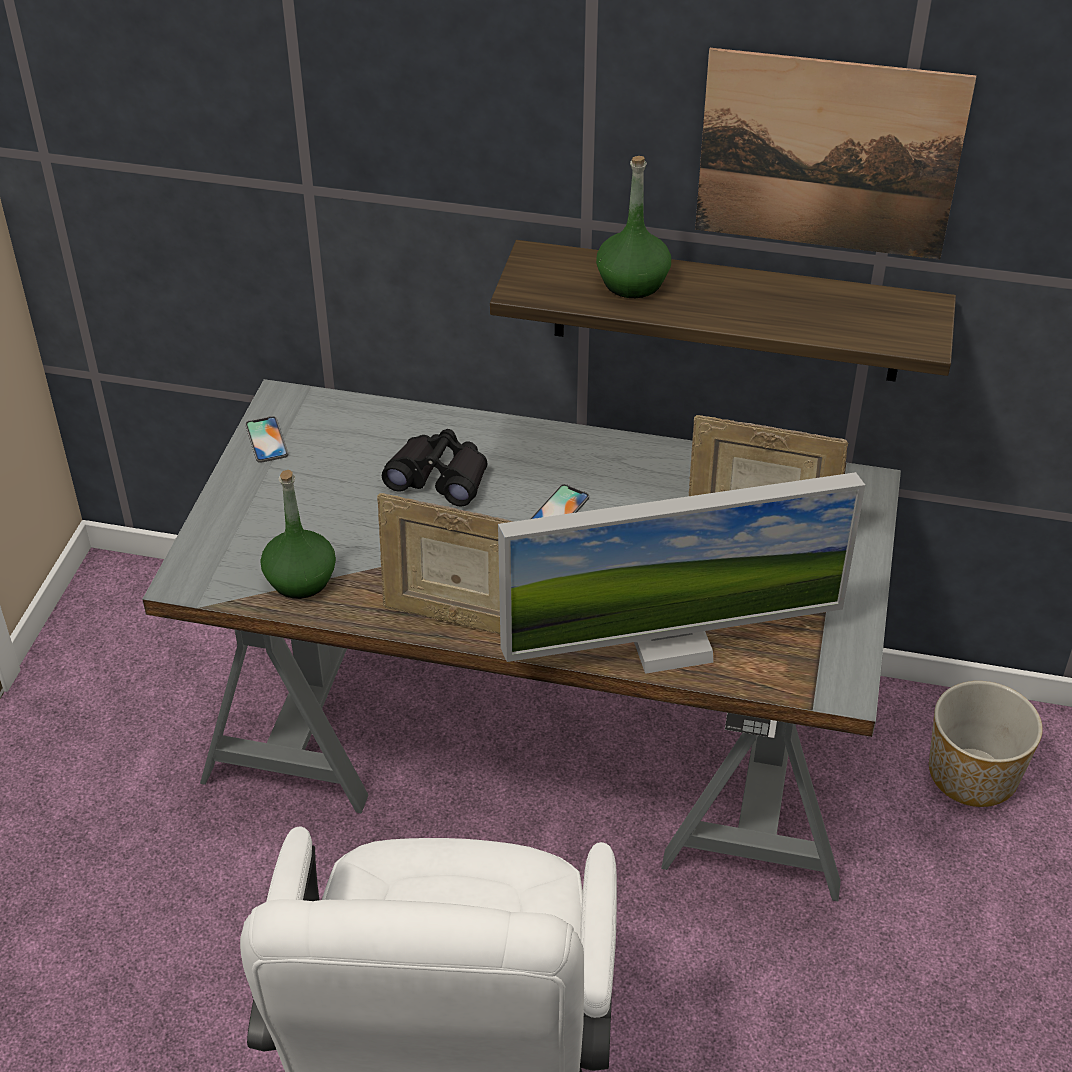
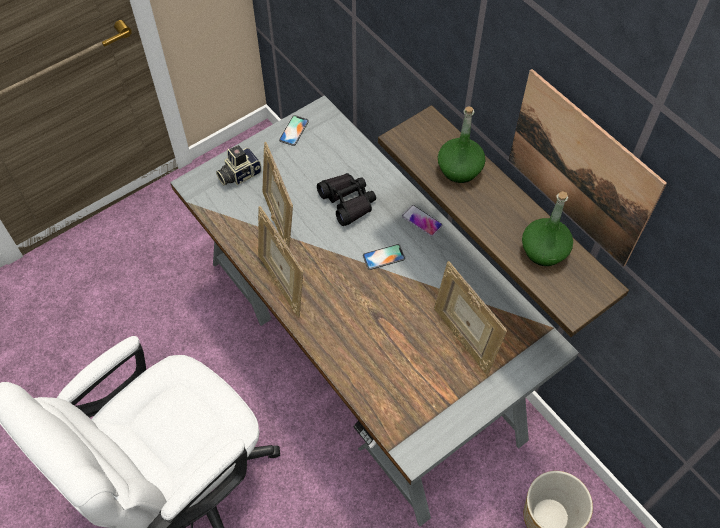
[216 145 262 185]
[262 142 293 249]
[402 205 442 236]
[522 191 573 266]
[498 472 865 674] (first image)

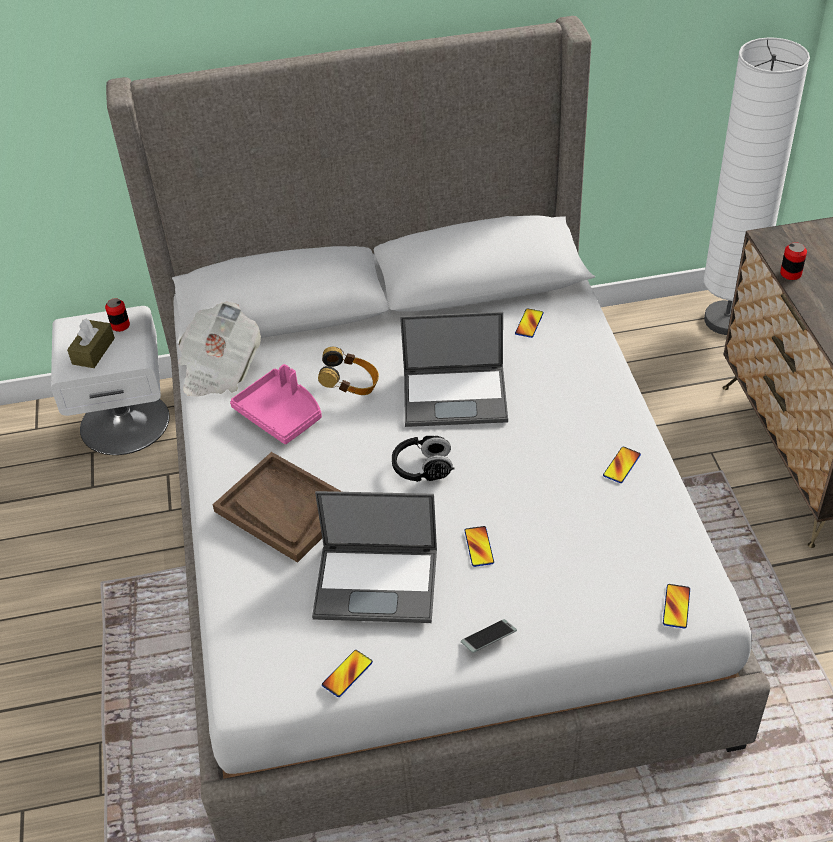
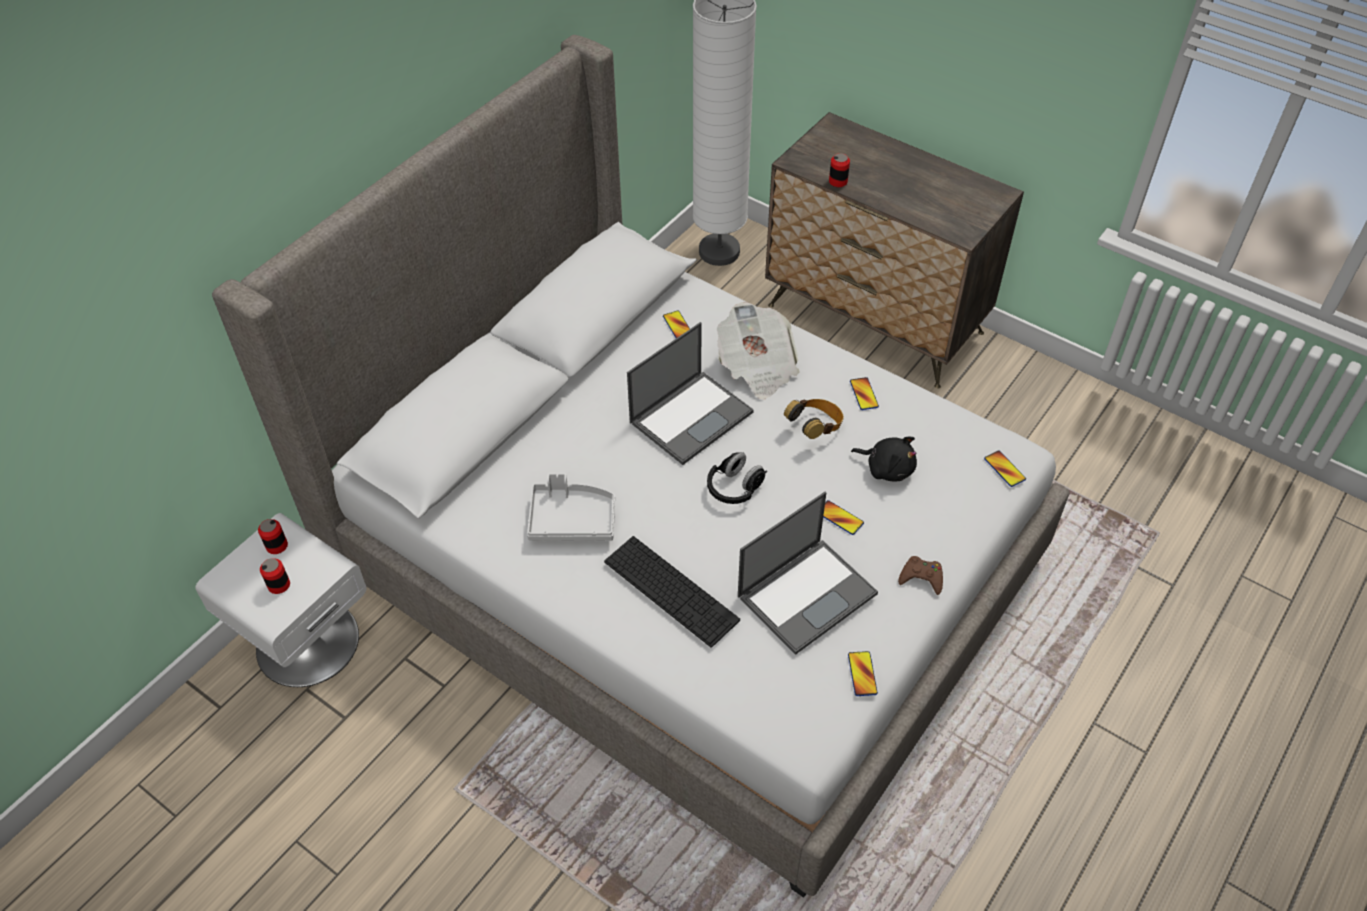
[260 558 290 594]
[527 473 615 541]
[604 536 740 648]
[717 302 799 400]
[784 399 844 439]
[851 437 917 481]
[898 556 943 595]

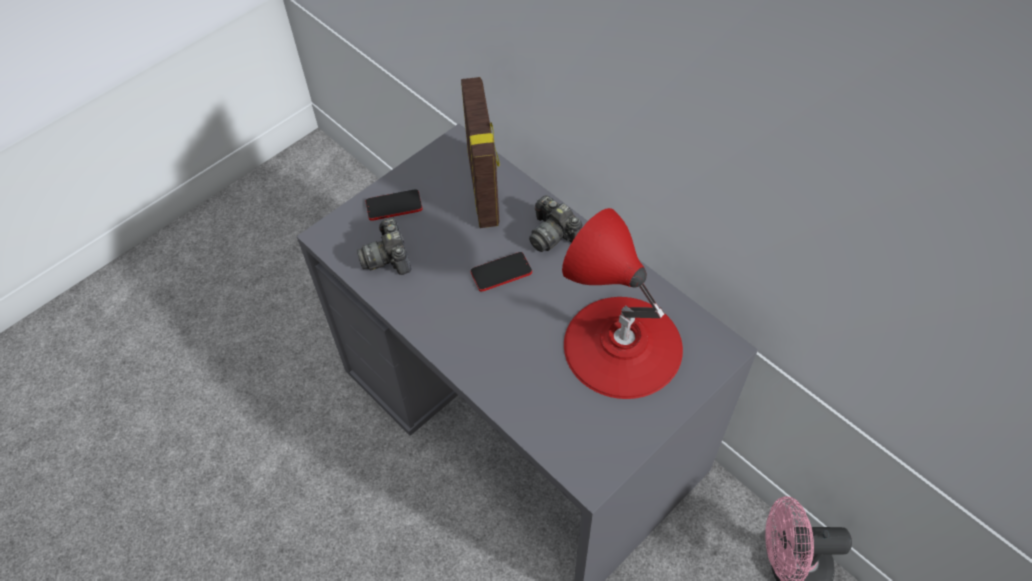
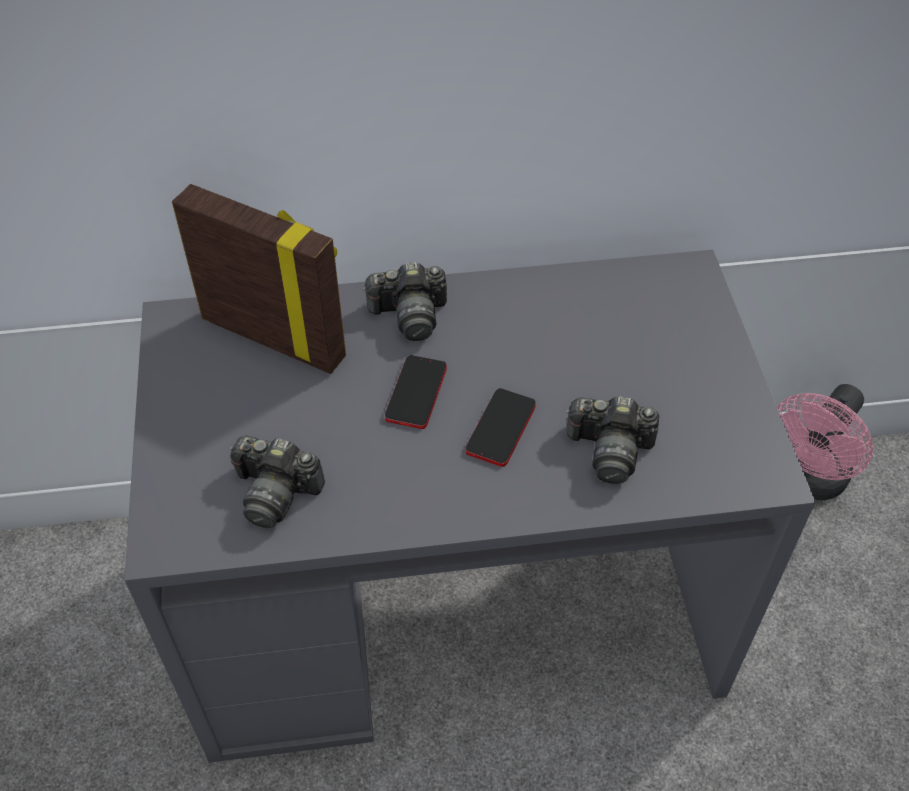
[465 388 536 467]
[565 396 659 484]
[562 208 683 399] (first image)

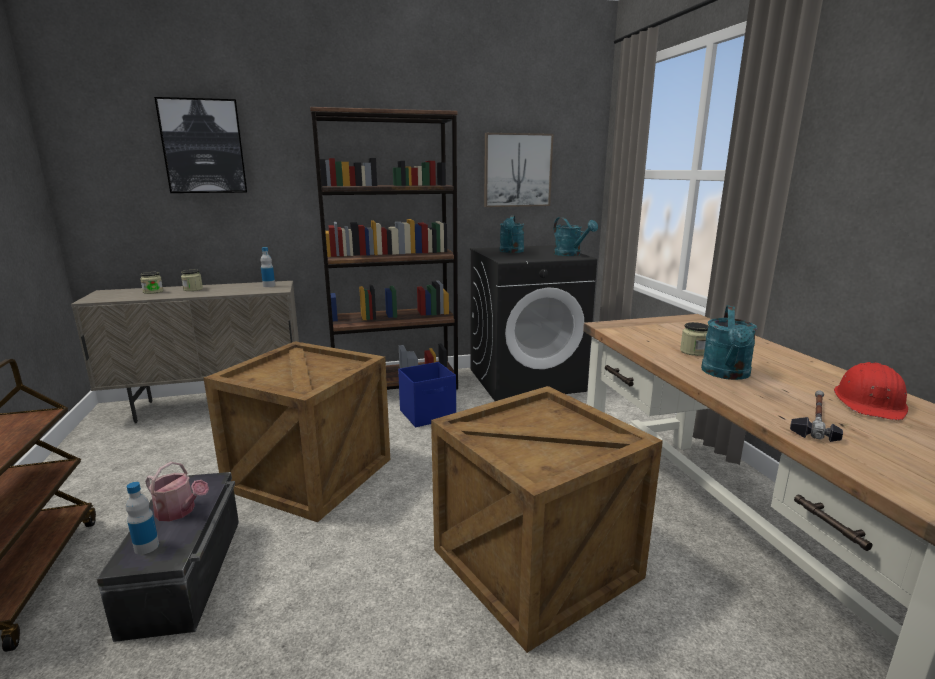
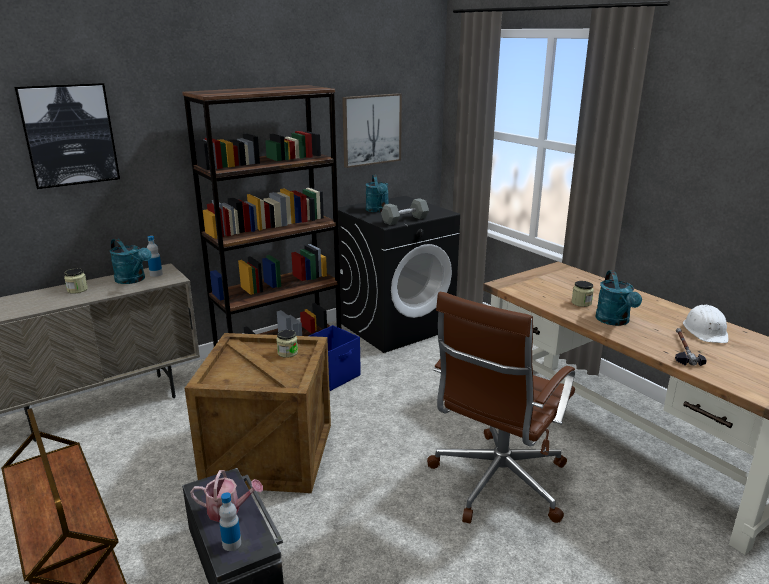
[110 238 152 284]
[276 330 298 358]
[381 198 429 225]
[427 291 575 523]
[683 305 728 343]

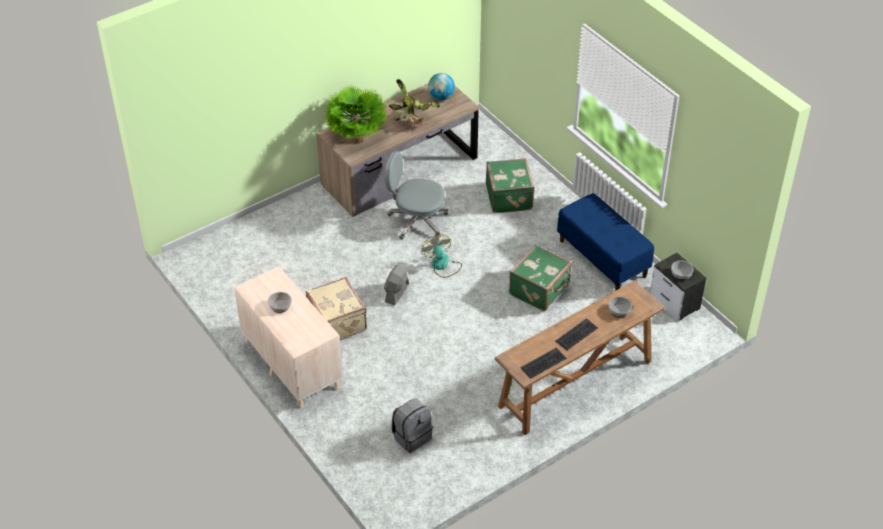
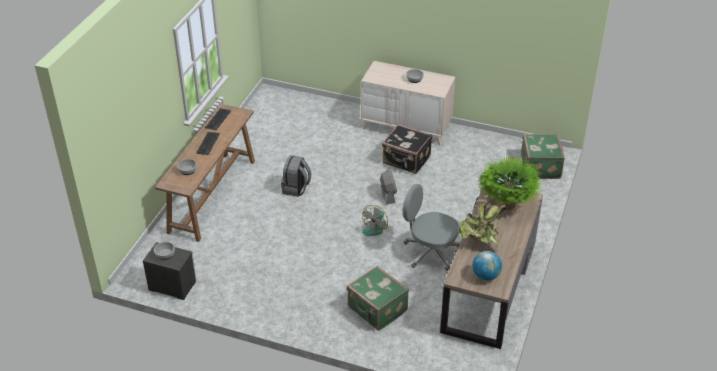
[281 155 311 197]
[362 205 388 236]
[382 124 432 174]
[403 184 460 271]
[521 134 565 179]
[557 193 654 291] (first image)

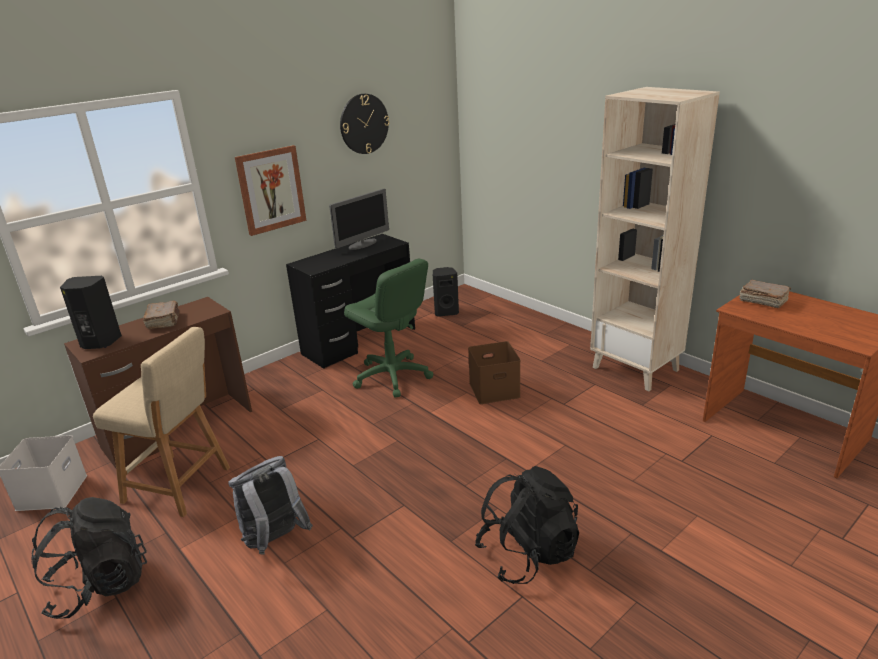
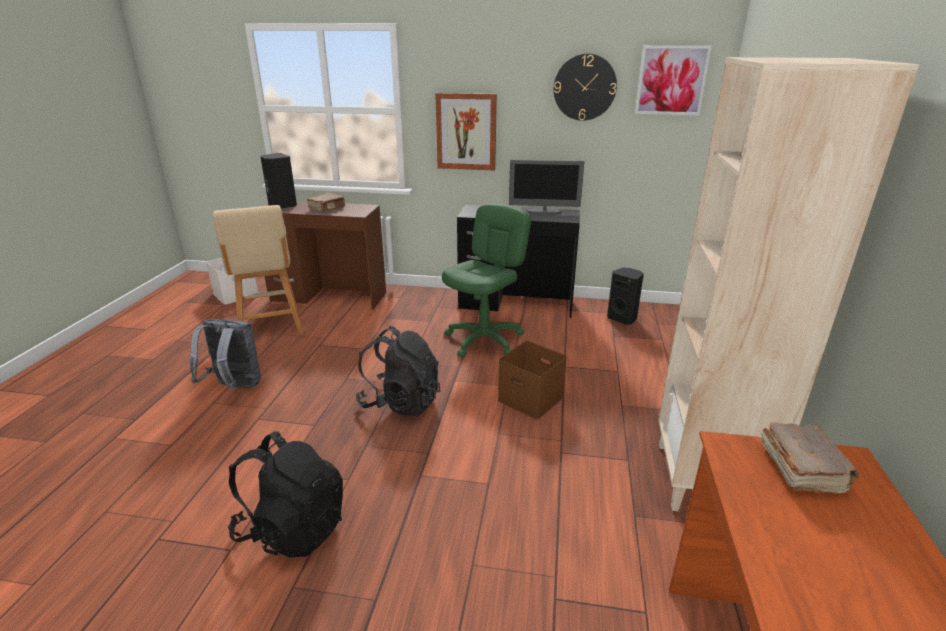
[356 326 440 416]
[442 203 531 357]
[635 45 712 115]

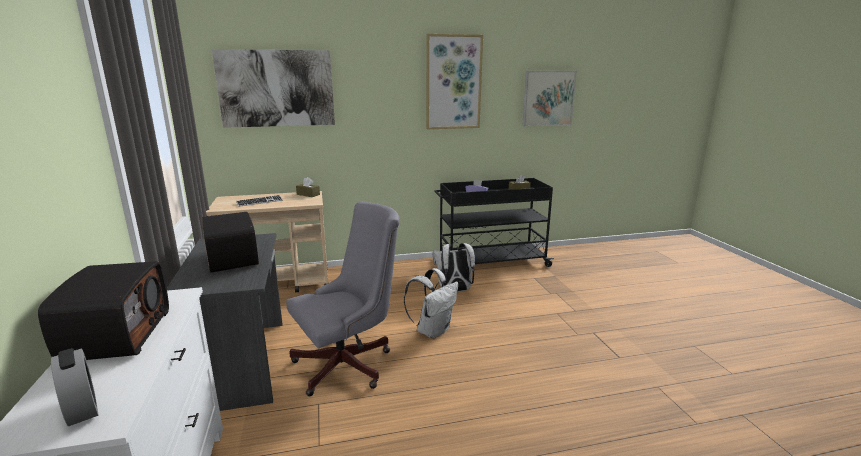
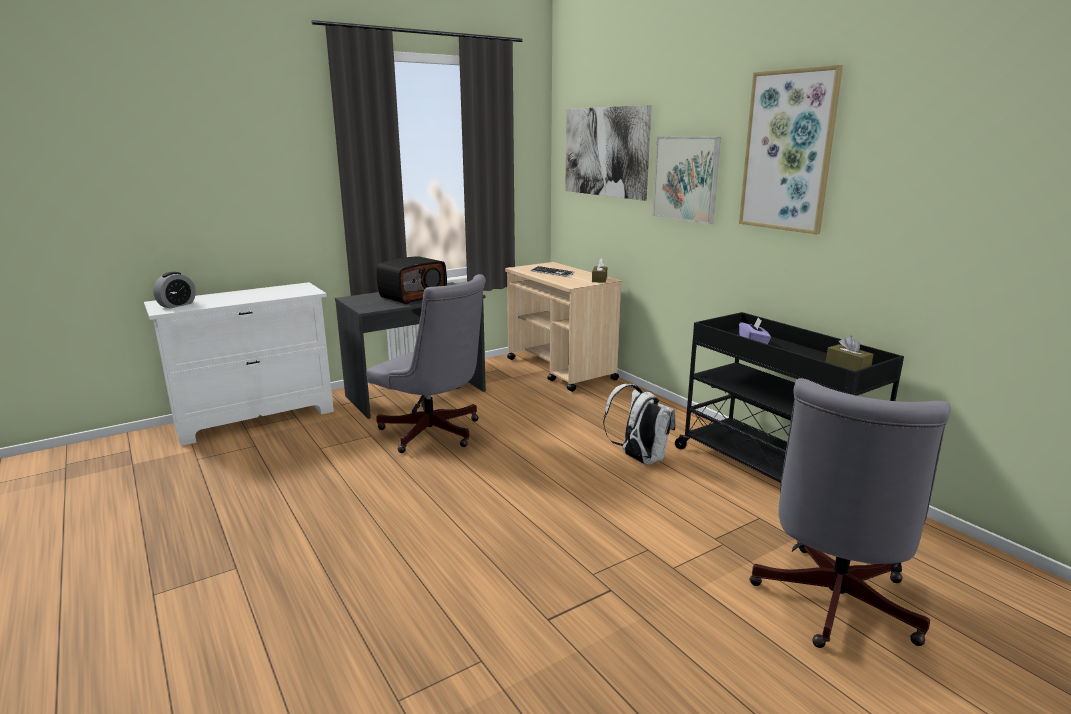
[652 136 721 224]
[749 378 951 648]
[38 261 169 360] (first image)
[404 268 458 339] (first image)

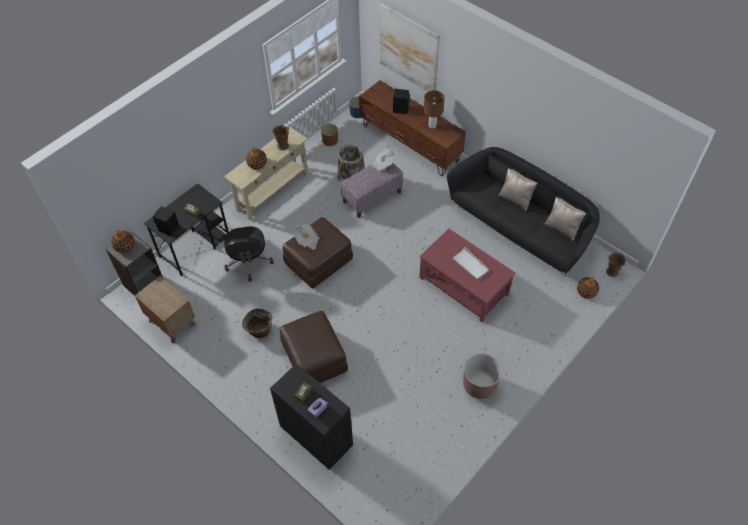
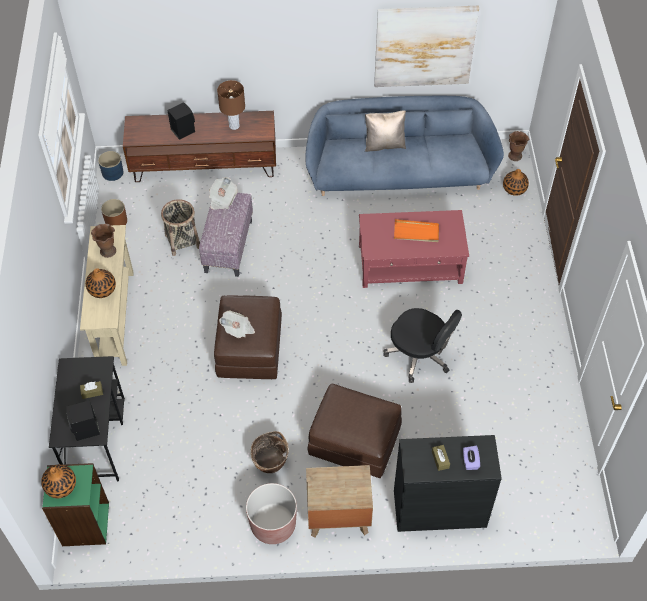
[42 463 109 546]
[246 483 297 544]
[305 96 504 196]
[306 465 373 538]
[374 6 479 87]
[384 308 462 383]
[394 219 439 242]
[544 197 586 241] (first image)

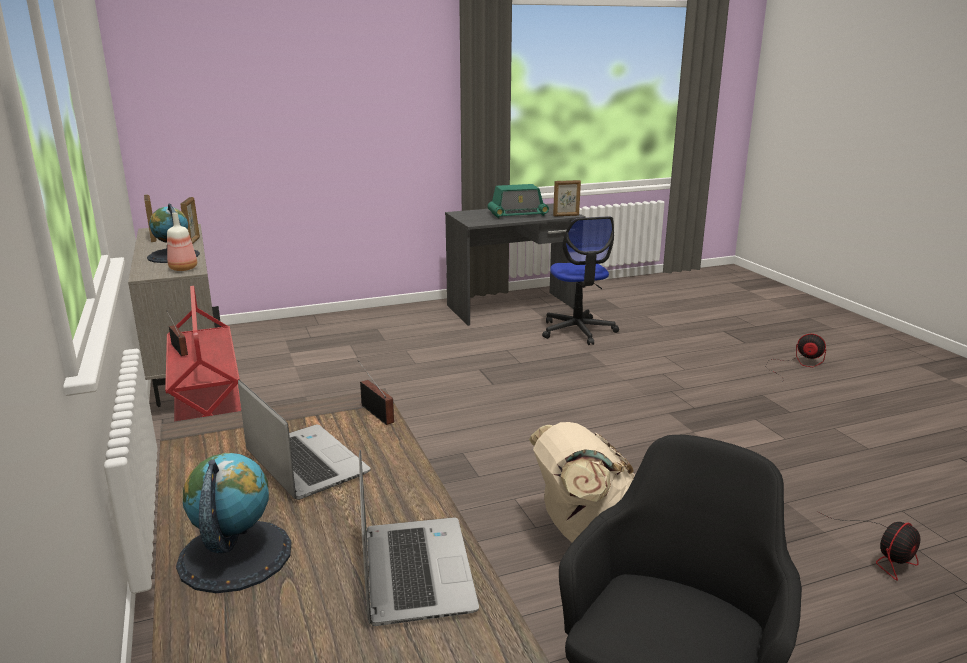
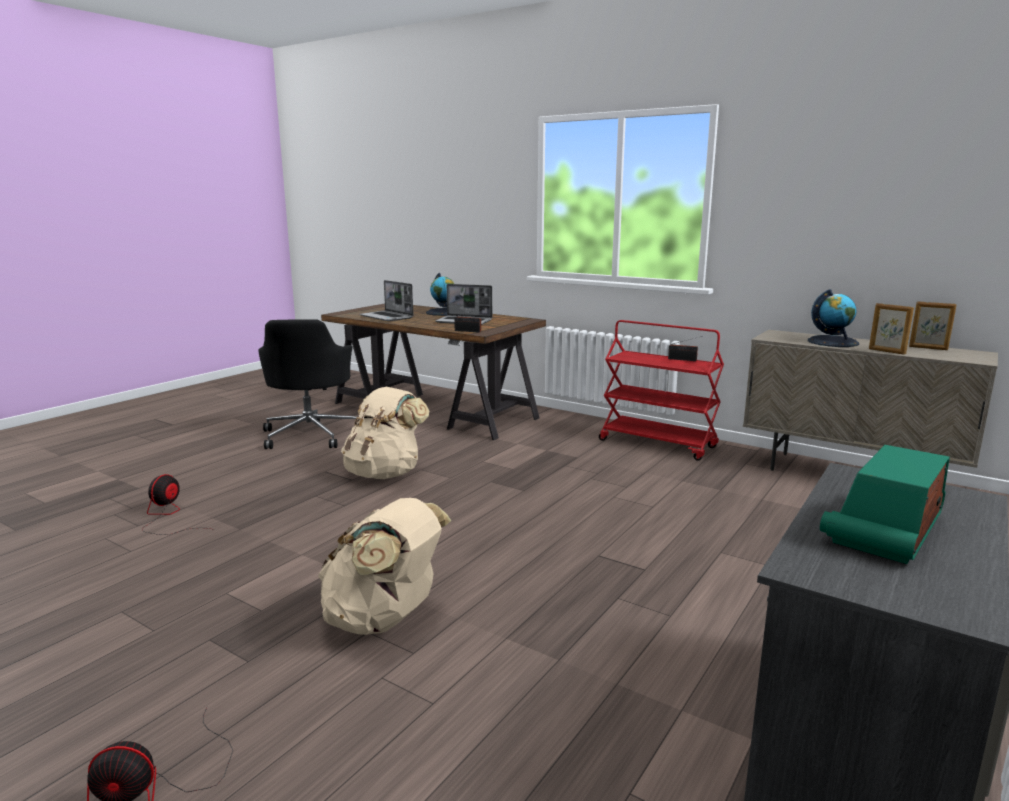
[318 498 451 635]
[167 212 197 271] (first image)
[542 216 619 345] (first image)
[553 180 581 216] (first image)

